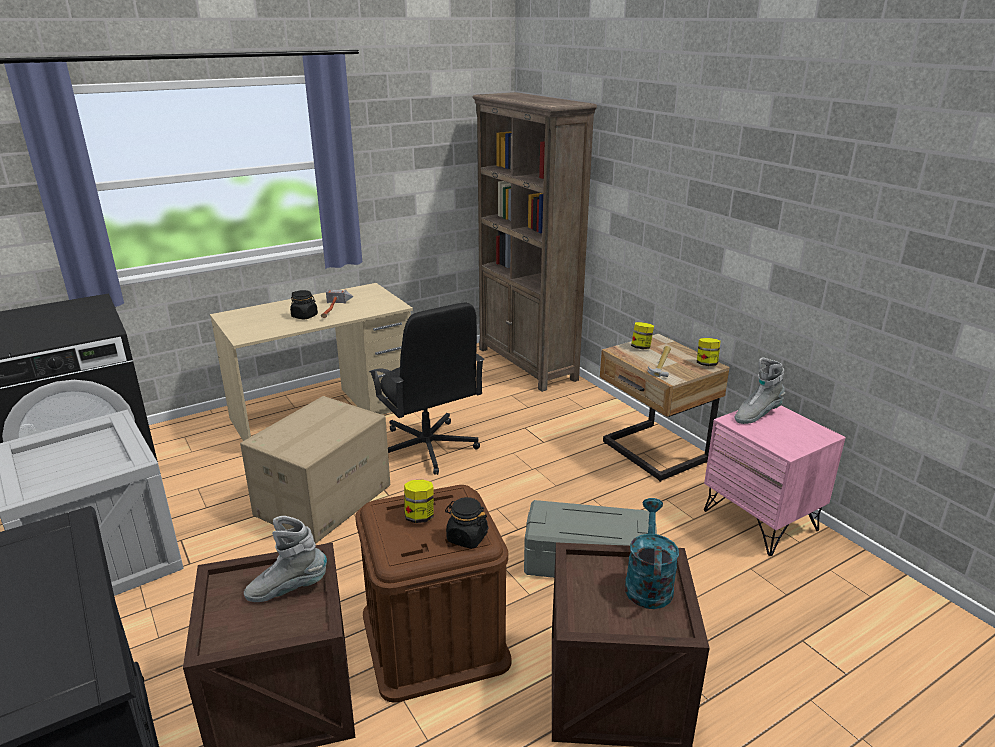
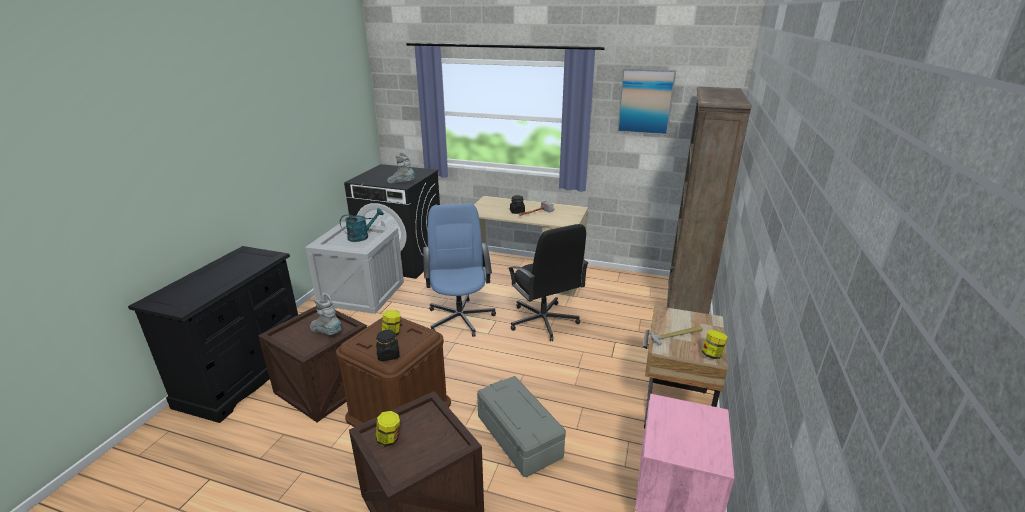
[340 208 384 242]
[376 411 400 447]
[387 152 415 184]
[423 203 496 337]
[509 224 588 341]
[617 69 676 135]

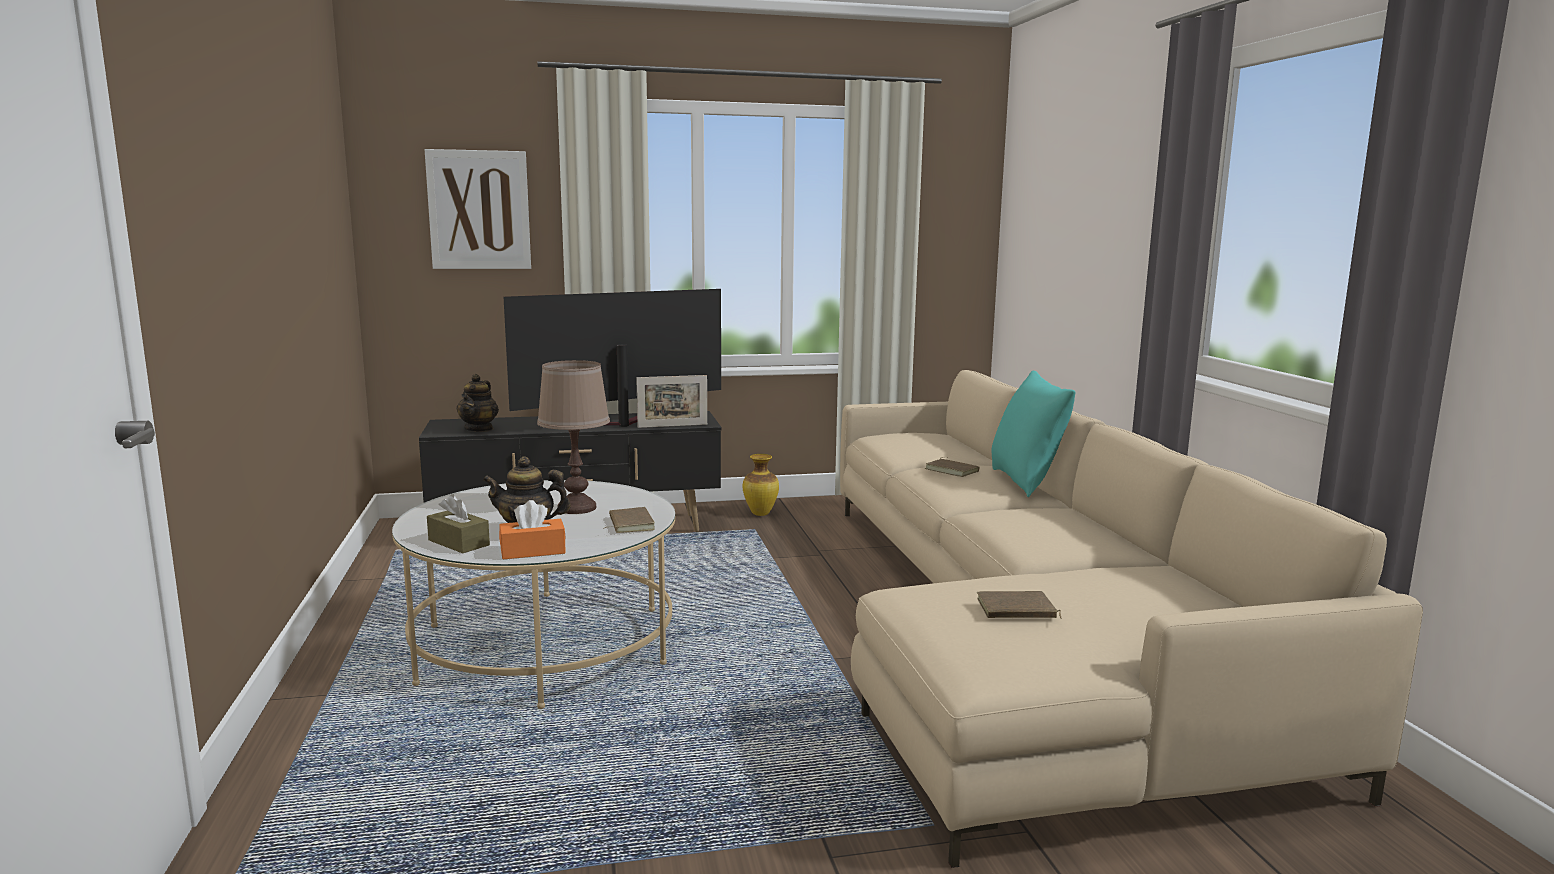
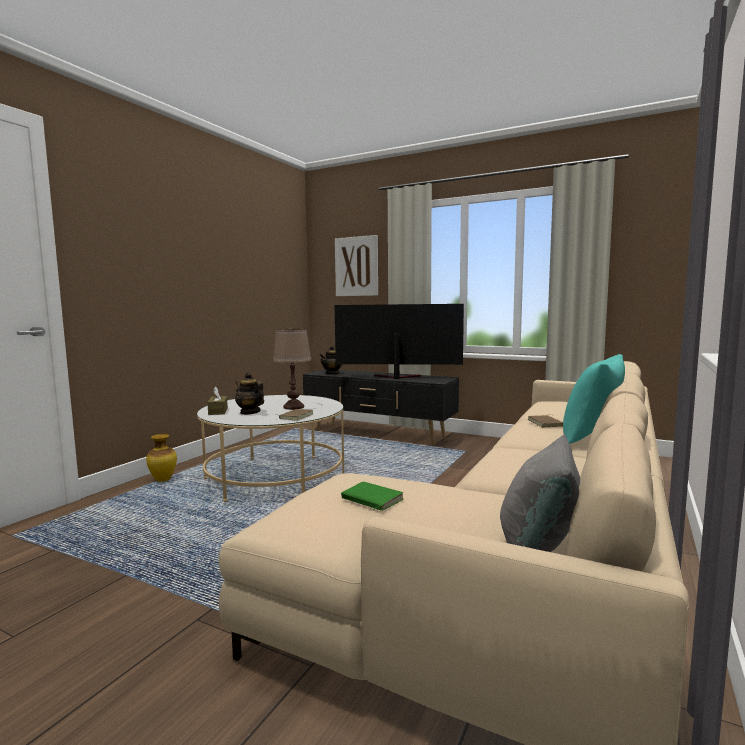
[146 434 177 482]
[341 482 404 511]
[500 434 580 552]
[499 500 566 559] (first image)
[636 375 707 428] (first image)

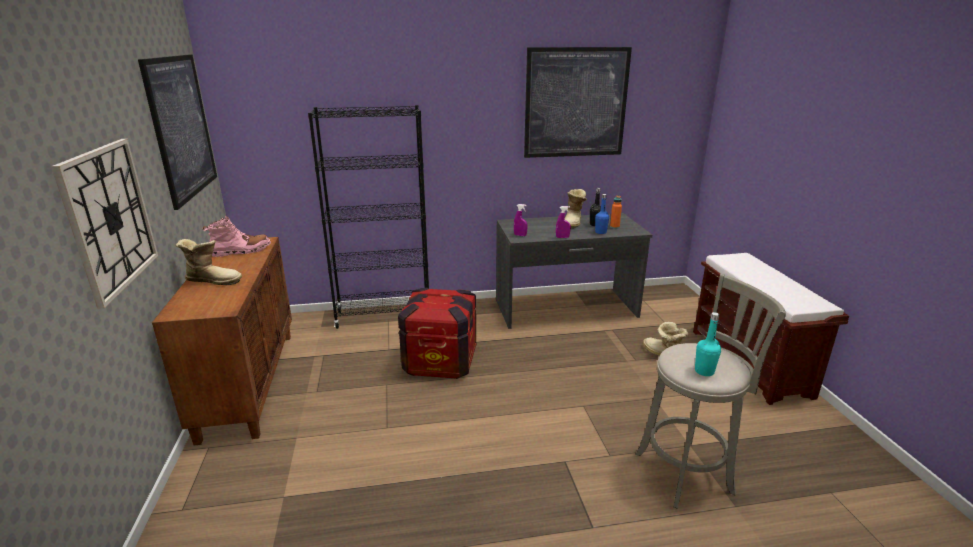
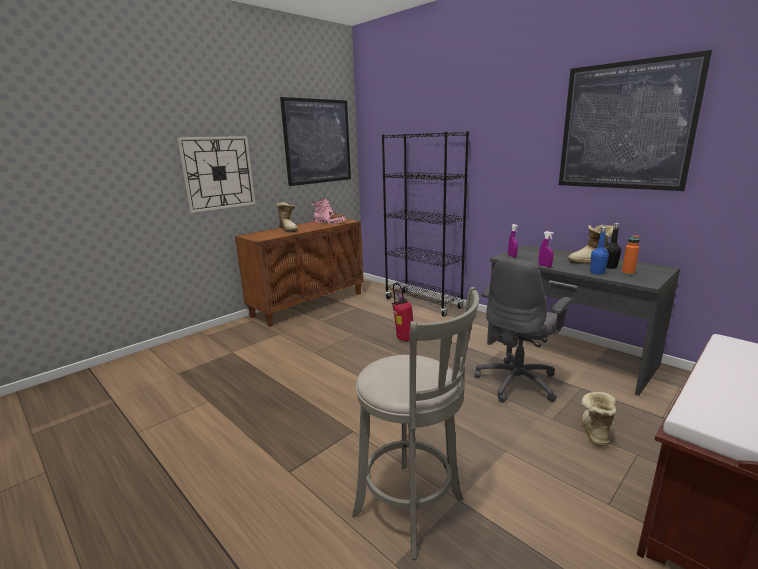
[392 283 413 341]
[475 259 573 403]
[695 312 721 376] (first image)

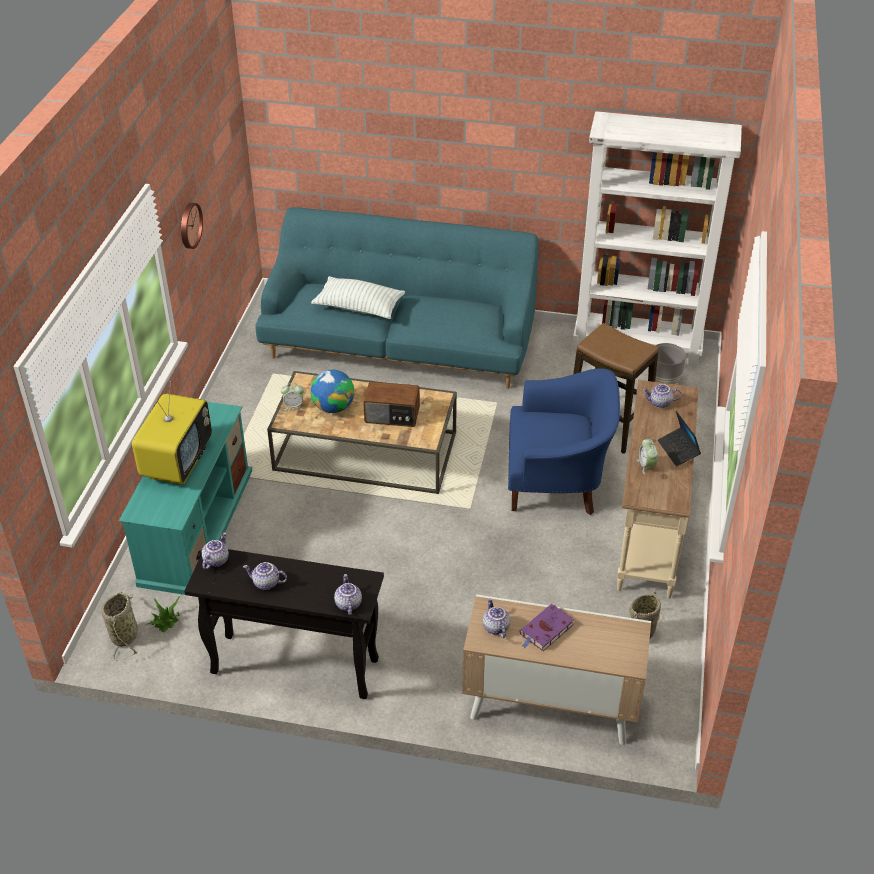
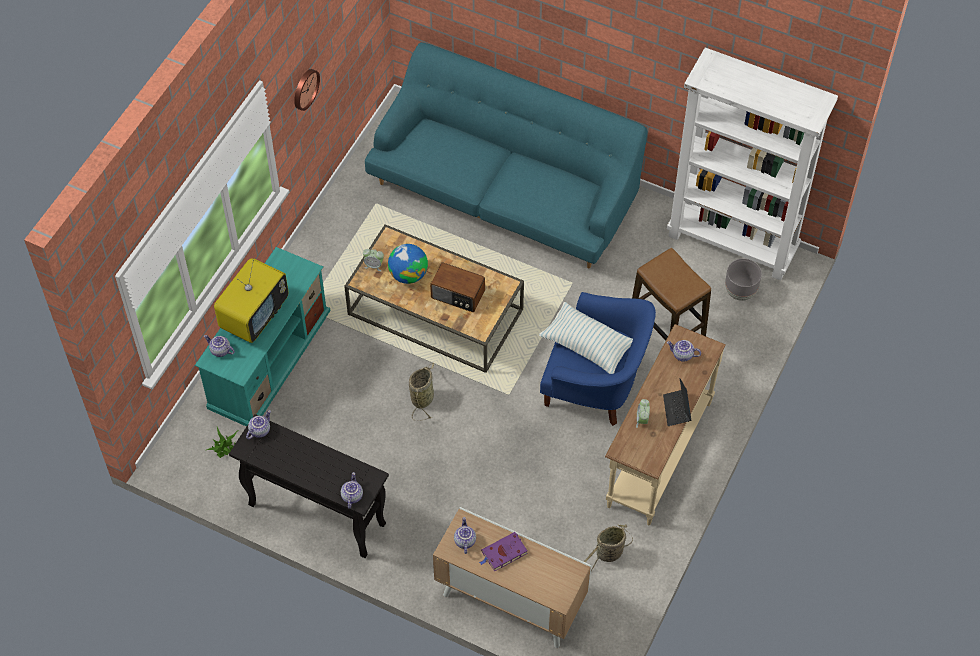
[204 335 235 357]
[409 363 434 421]
[539 302 633 374]

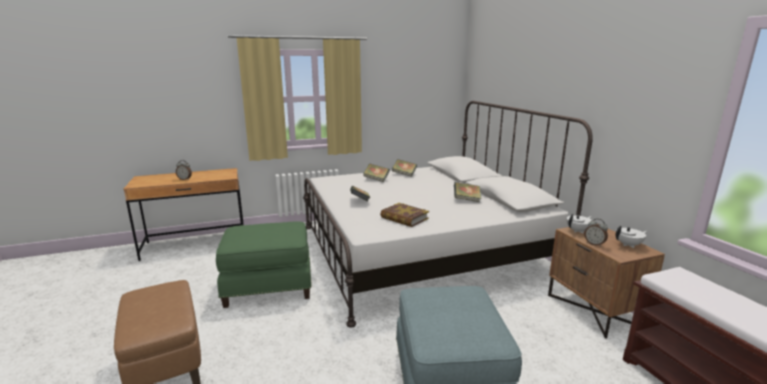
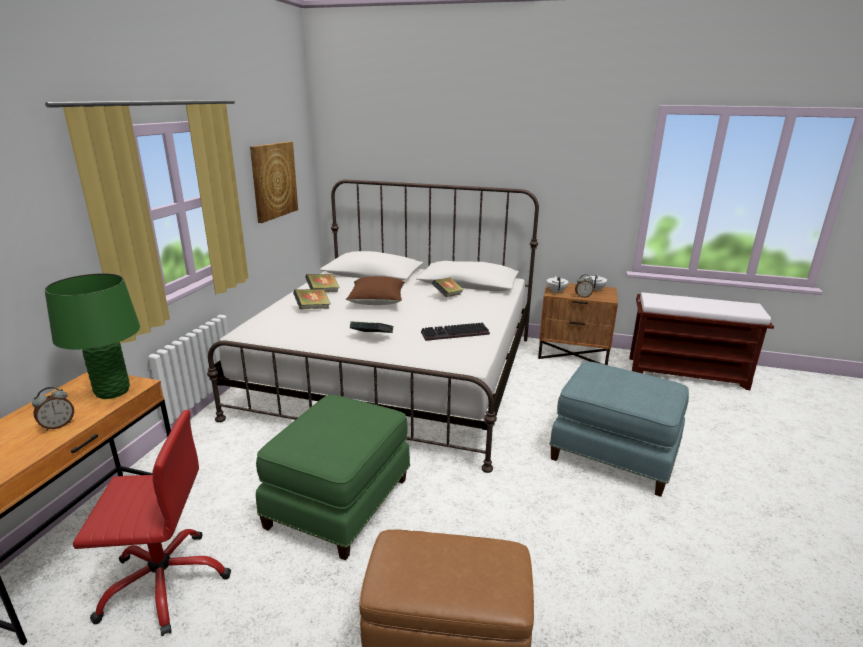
[45 273 140 399]
[73 409 231 636]
[250 141 298 223]
[346 276 405 305]
[421 323 490 341]

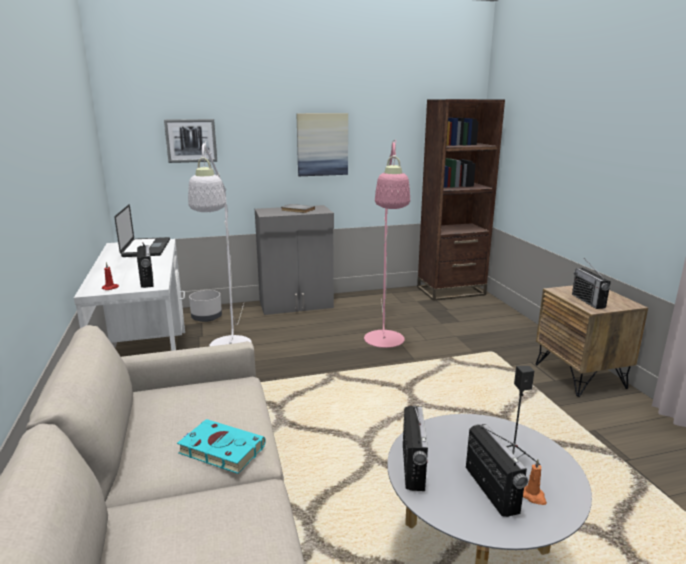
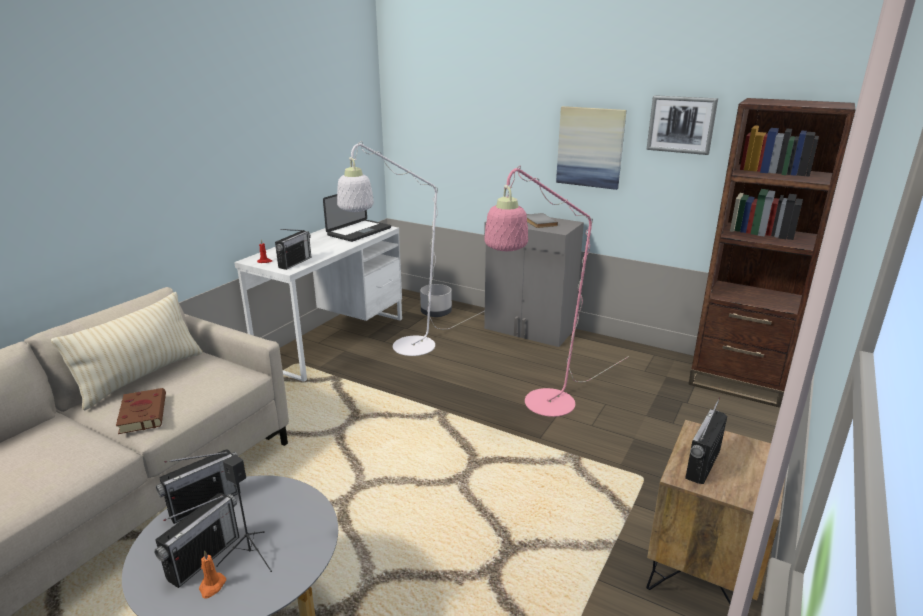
[51 292 203 411]
[116 388 166 434]
[646 95 718 155]

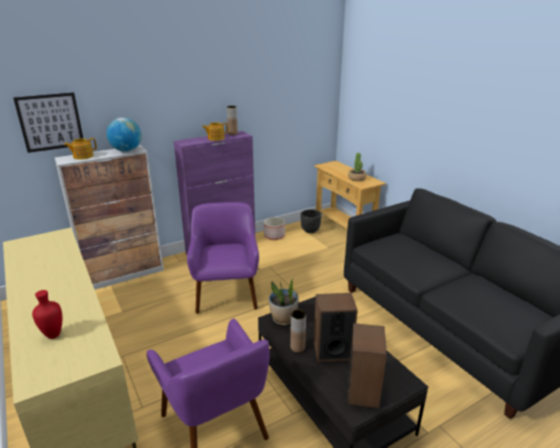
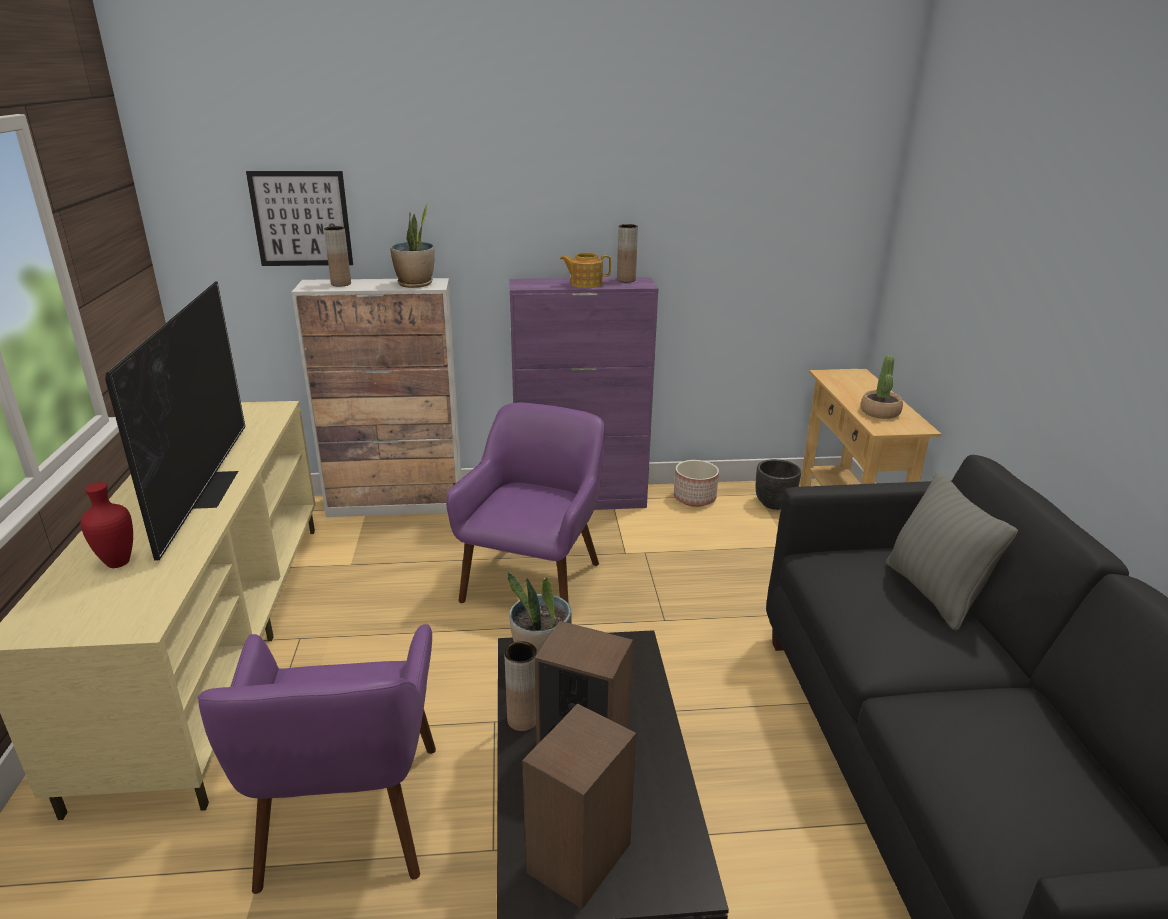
[105 281 246 561]
[324 226 351 287]
[390 202 435 288]
[886 472 1018 631]

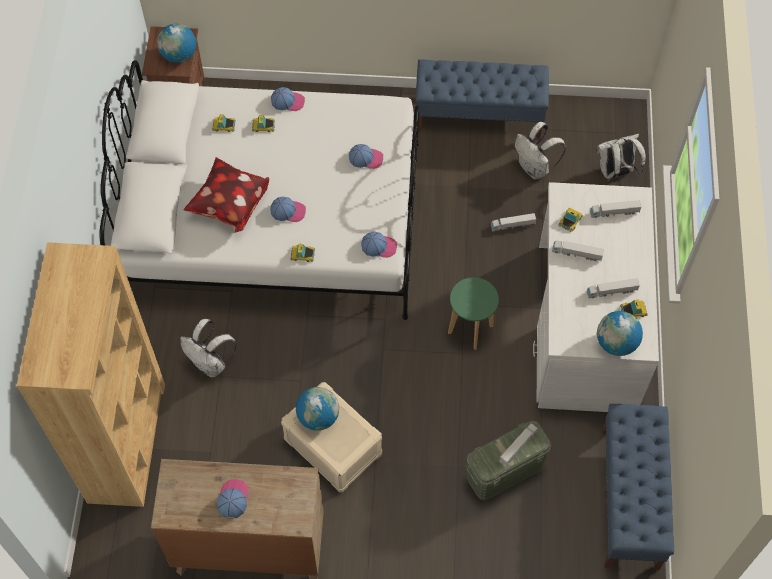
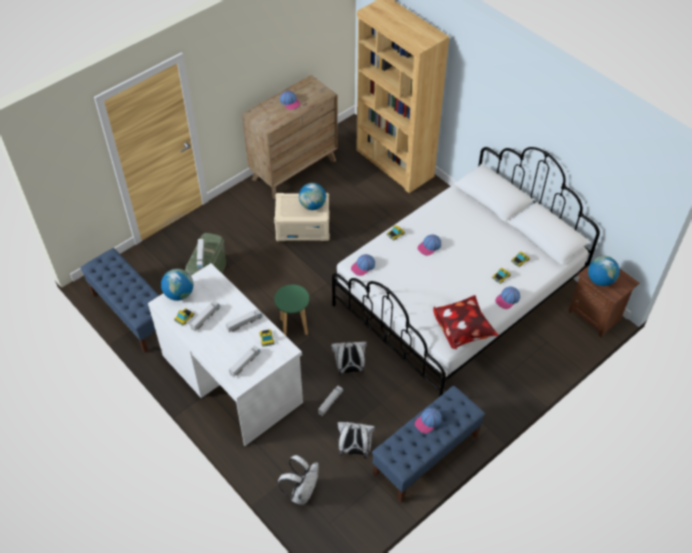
[331 342 367 376]
[415 408 442 433]
[433 295 498 349]

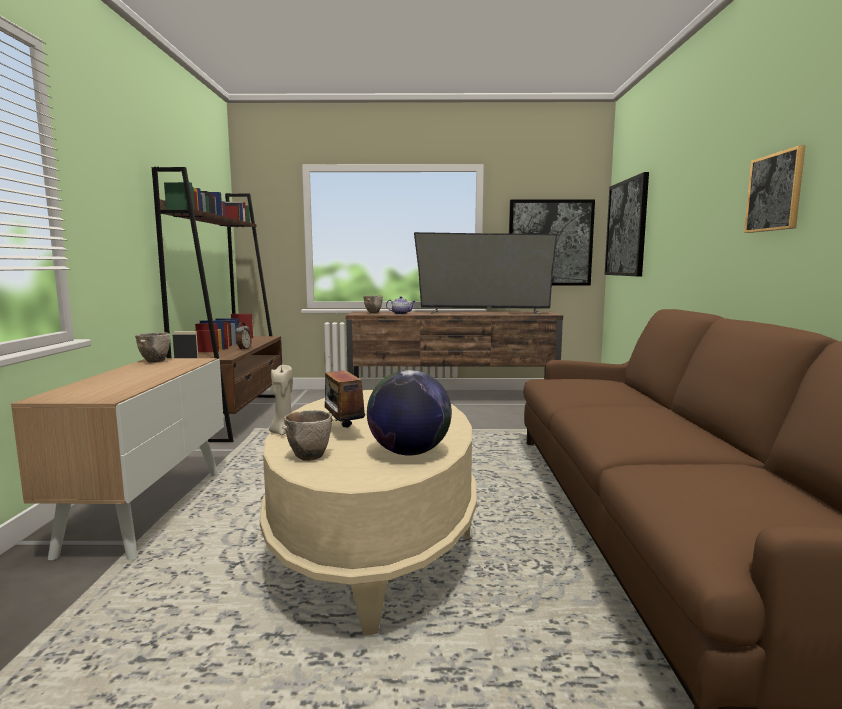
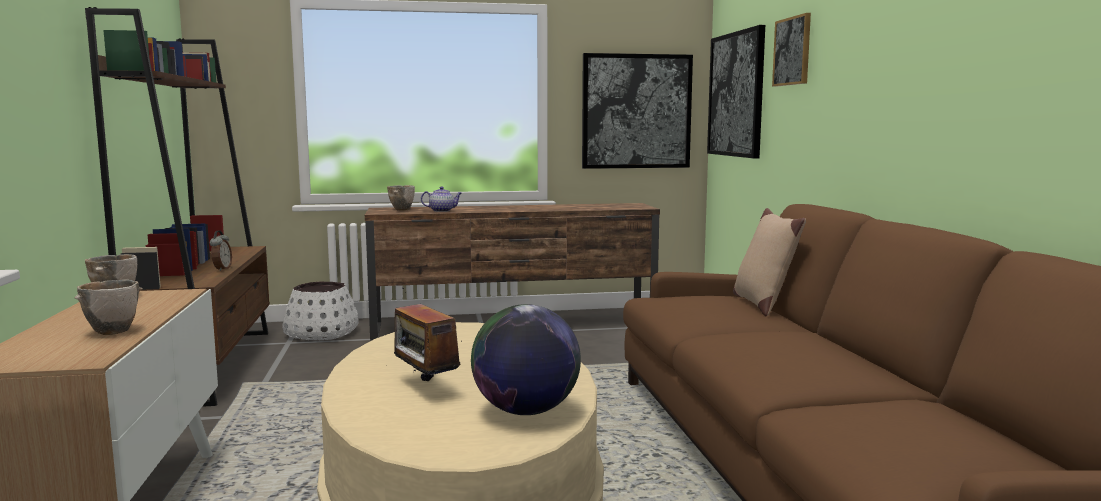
[74 279 143 335]
[282 282 359 340]
[733 208 806 316]
[772 13 811 87]
[269 365 293 435] (first image)
[414 232 557 315] (first image)

